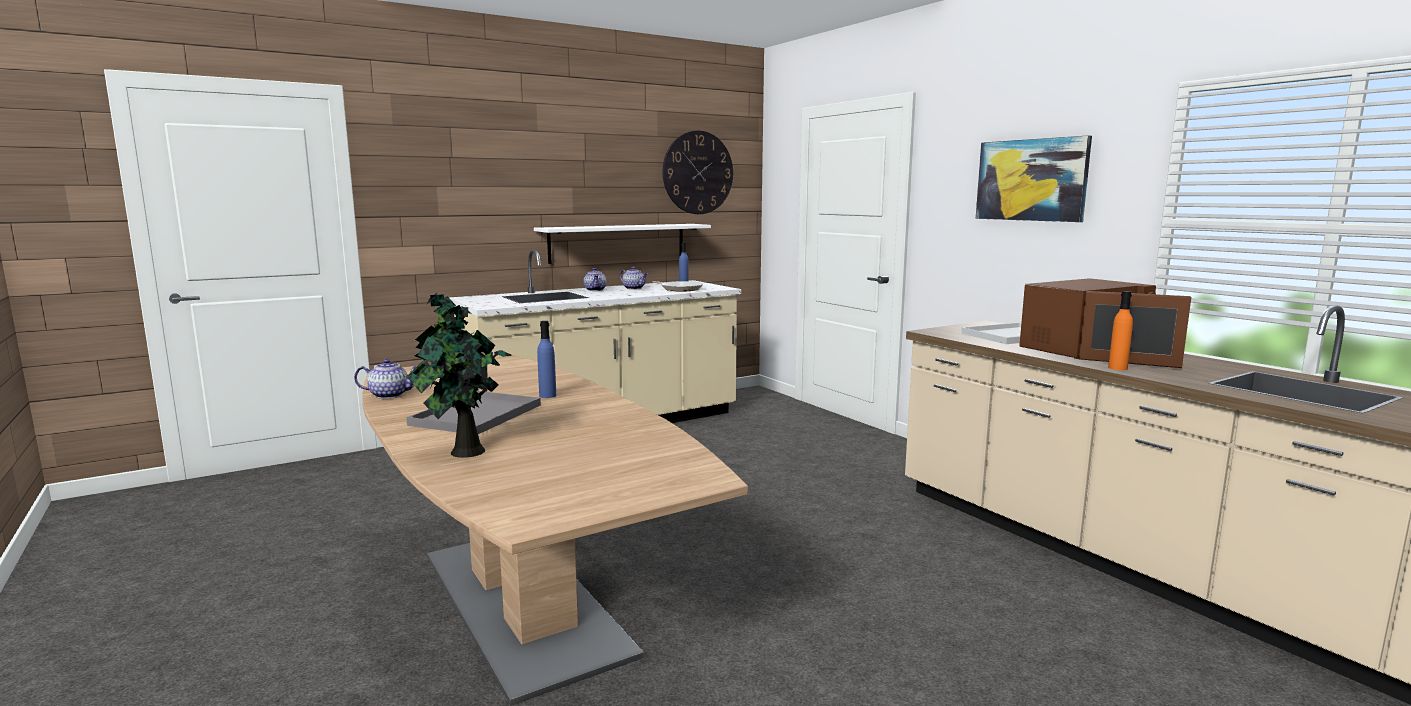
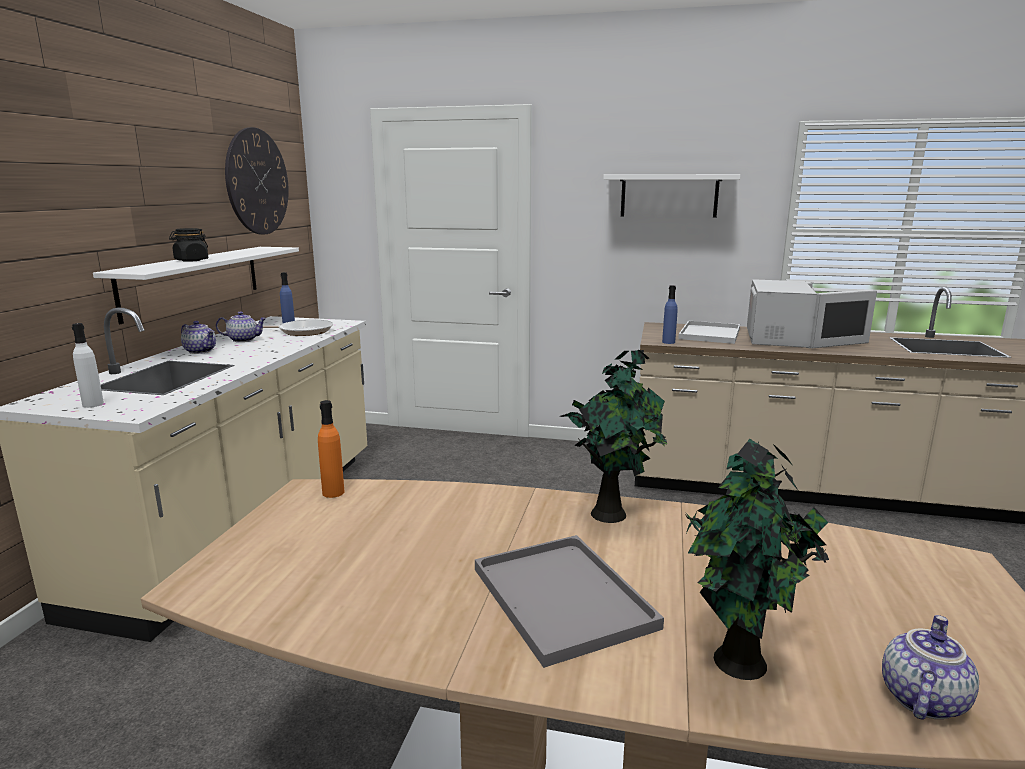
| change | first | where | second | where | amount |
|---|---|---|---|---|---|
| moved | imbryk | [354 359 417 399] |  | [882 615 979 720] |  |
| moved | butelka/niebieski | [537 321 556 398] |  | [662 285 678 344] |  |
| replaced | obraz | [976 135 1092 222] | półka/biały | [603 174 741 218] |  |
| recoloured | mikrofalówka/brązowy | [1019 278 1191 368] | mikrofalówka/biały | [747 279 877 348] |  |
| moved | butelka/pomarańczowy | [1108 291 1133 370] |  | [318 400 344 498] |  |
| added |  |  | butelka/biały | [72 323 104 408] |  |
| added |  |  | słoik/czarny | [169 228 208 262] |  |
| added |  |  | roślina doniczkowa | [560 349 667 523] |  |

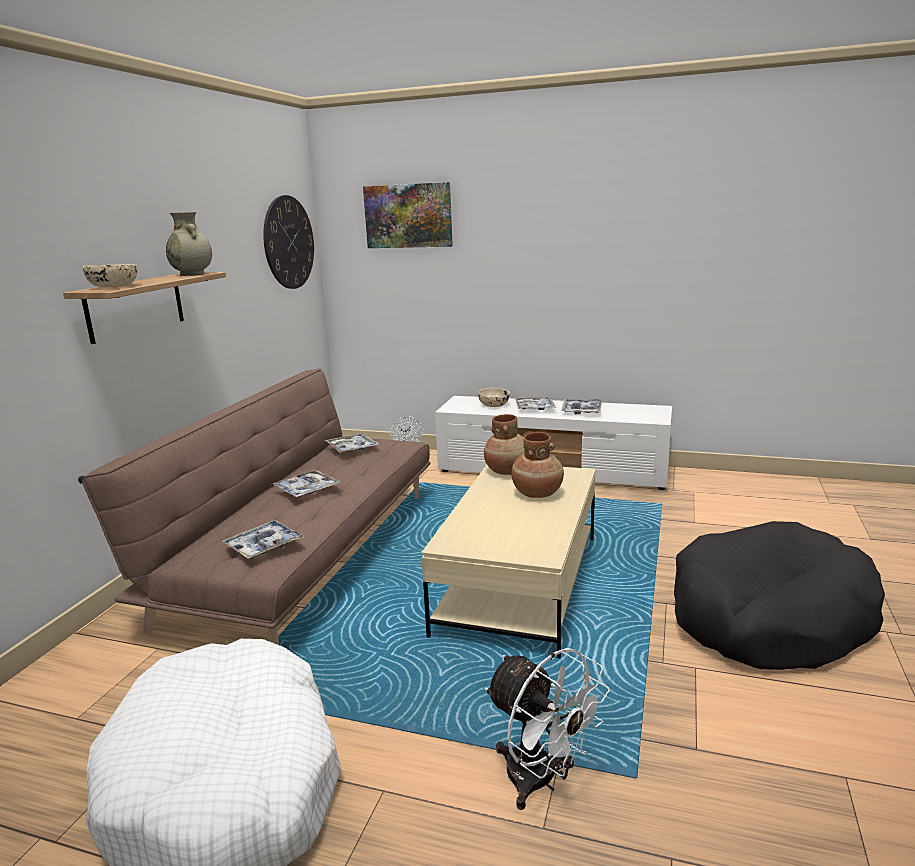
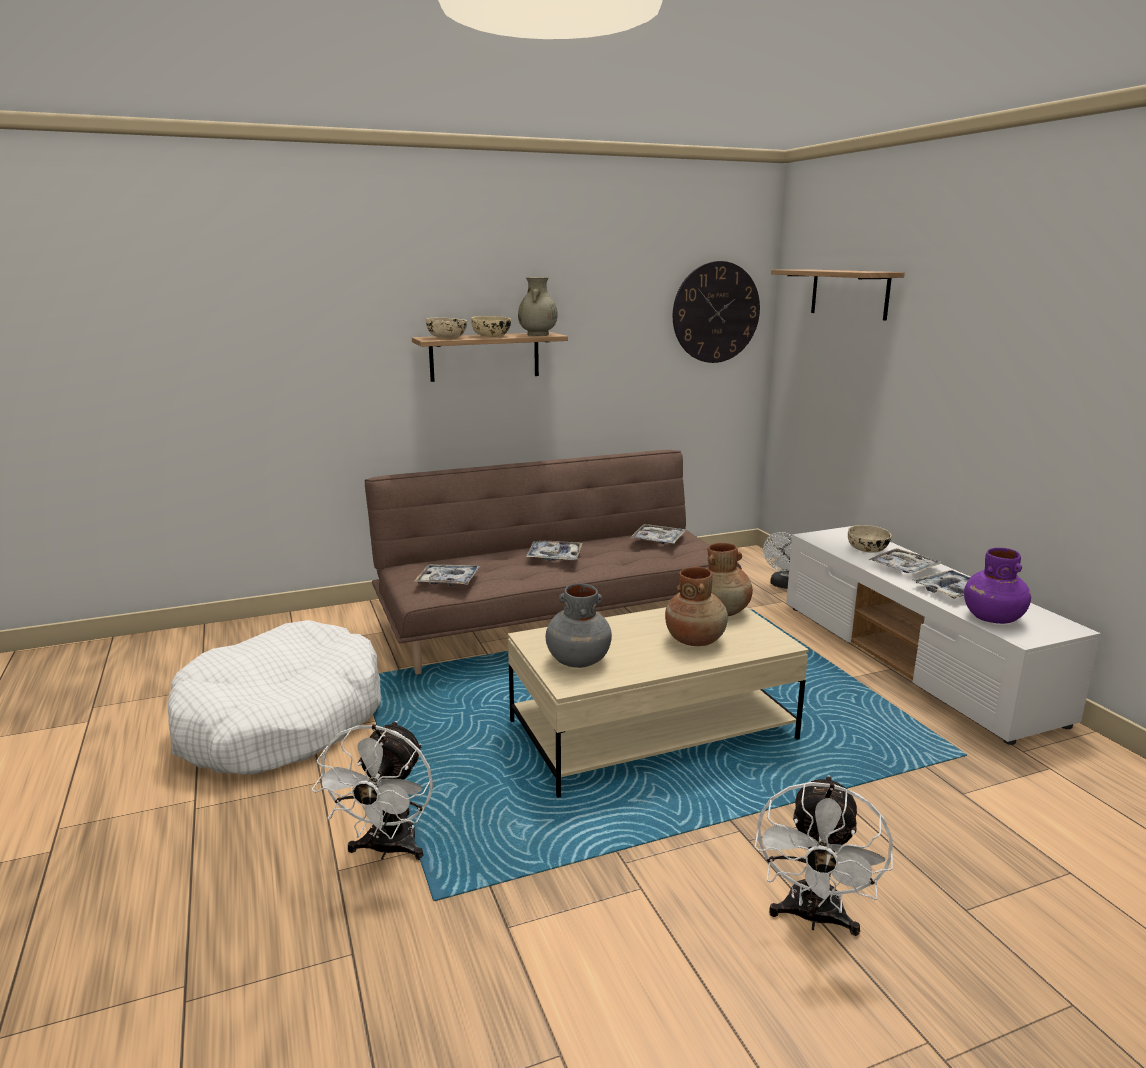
| change | first | where | second | where | amount |
|---|---|---|---|---|---|
| replaced | obraz | [363 182 453 248] | półka | [771 269 905 321] |  |
| replaced | legowisko/czarny | [674 521 885 670] | wentylator/biały | [755 775 893 936] |  |
| added |  |  | miska/beżowy | [471 316 511 337] |  |
| added |  |  | wazon/szary | [546 583 612 668] |  |
| added |  |  | wazon/fioletowy | [964 548 1031 624] |  |

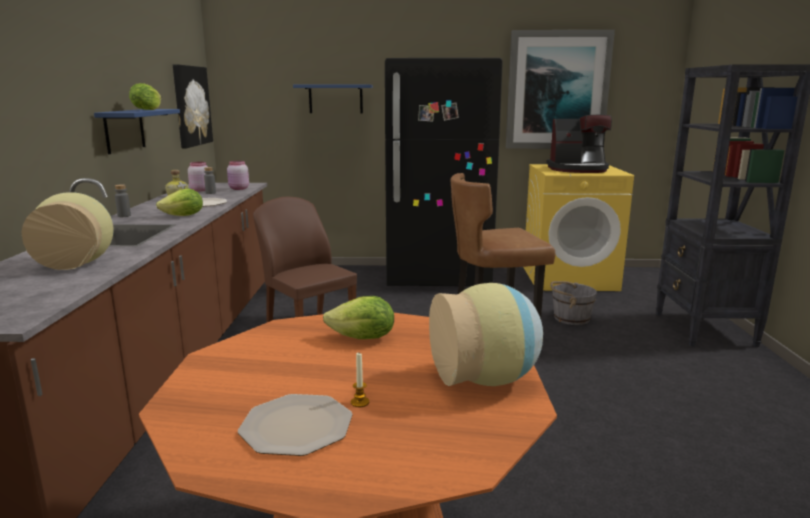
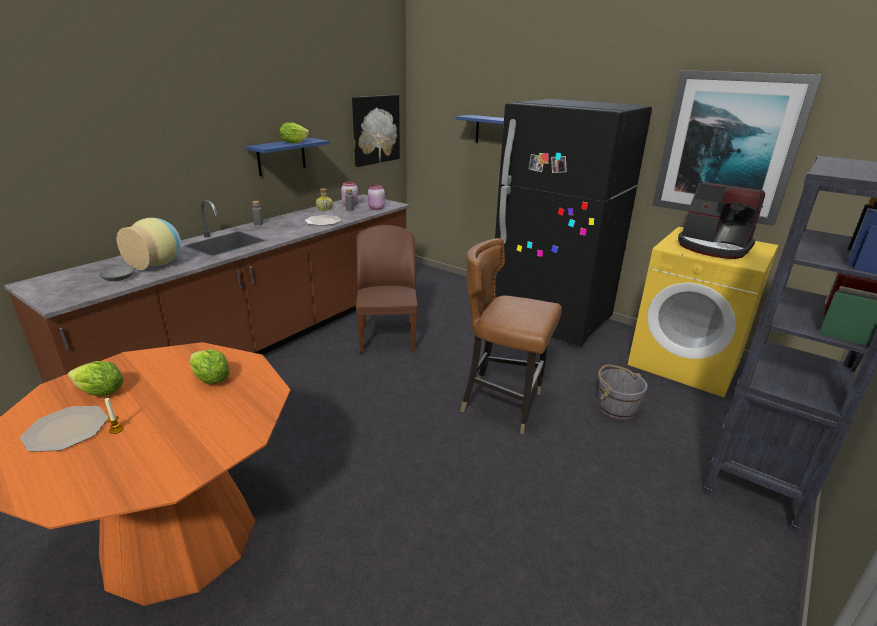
| change | first | where | second | where | amount |
|---|---|---|---|---|---|
| moved | sałata | [156 189 203 216] |  | [68 361 124 396] |  |
| removed | wazon | [429 283 543 386] |  |  |  |
| added |  |  | miska/szary | [99 266 134 281] |  |

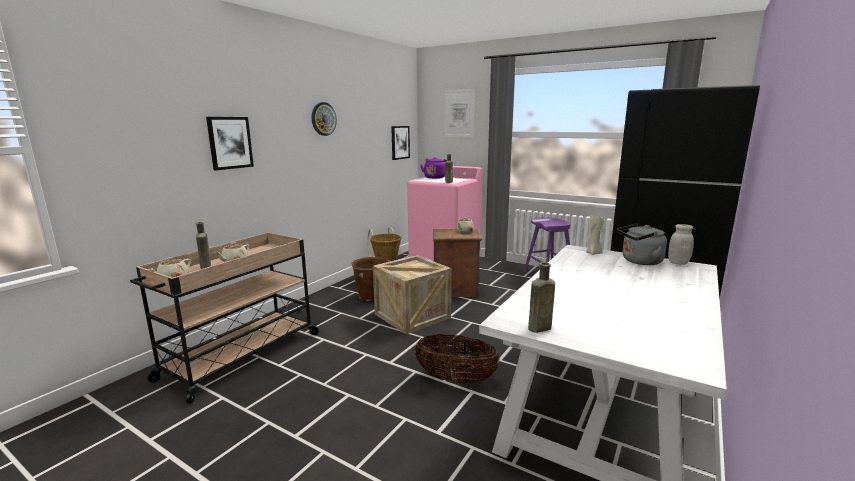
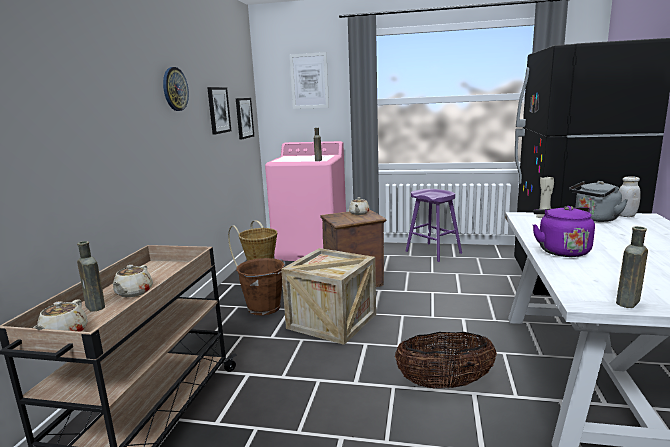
| change | first | where | second | where | amount |
|---|---|---|---|---|---|
| moved | obraz | [206 117 254 171] |  | [207 87 231 135] |  |
| moved | czajnik/fioletowy | [420 157 447 179] |  | [533 206 595 257] |  |

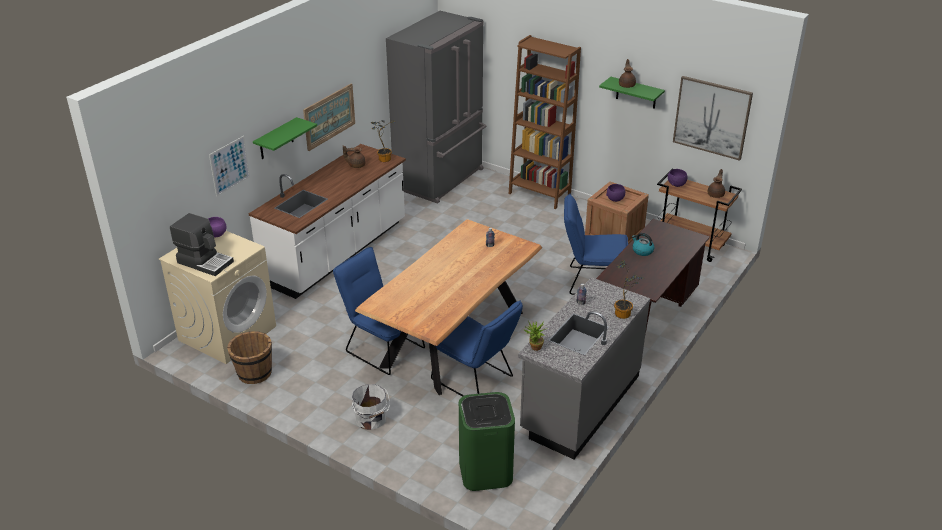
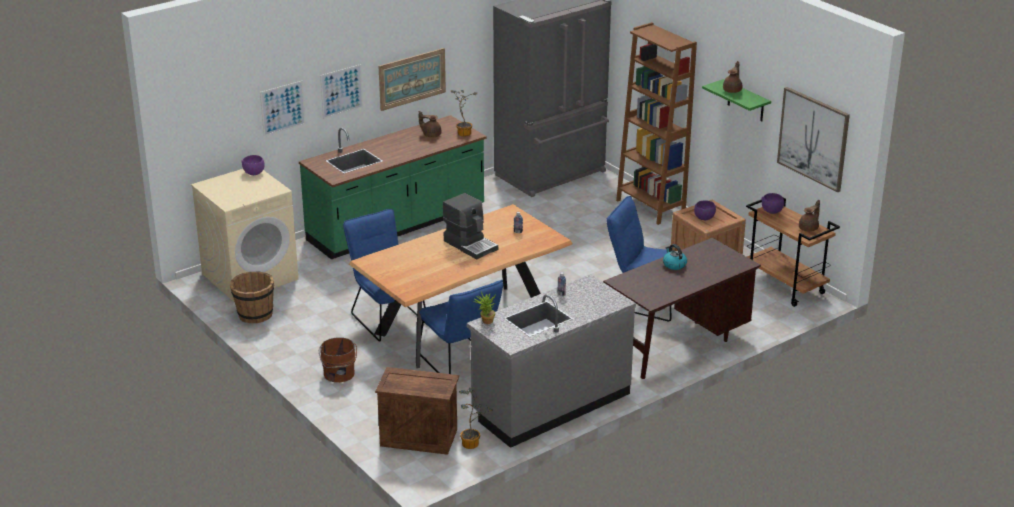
| change | first | where | second | where | amount |
|---|---|---|---|---|---|
| moved | ekspres do kawy | [170 213 234 276] |  | [443 193 498 259] |  |
| recoloured | zabudowa kuchenna/biały | [249 144 406 299] | zabudowa kuchenna/zielony | [299 115 487 259] |  |
| replaced | półka/zielony | [253 117 317 159] | obraz | [320 64 363 119] |  |
| recoloured | wiadro/biały | [352 384 390 430] | wiadro/brązowy | [319 338 357 382] |  |
| replaced | kosz na śmieci/zielony | [459 392 515 491] | skrzynka | [375 367 459 455] |  |
| moved | roślina doniczkowa | [614 260 645 319] |  | [459 387 493 449] |  |

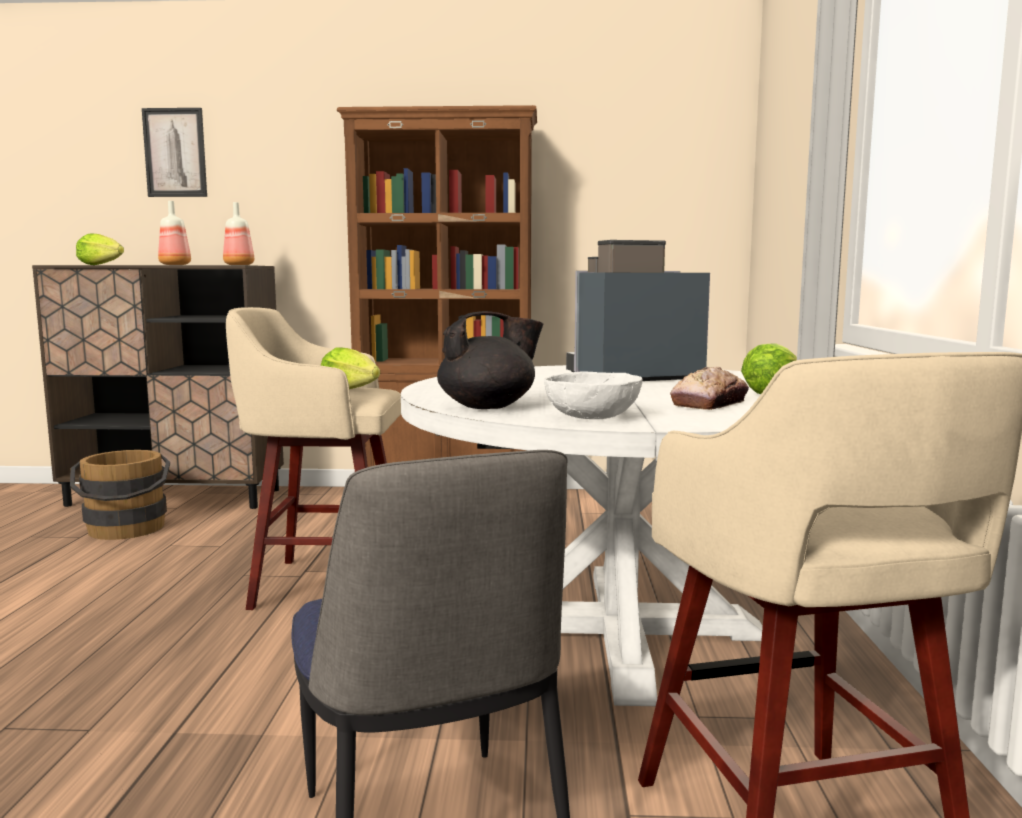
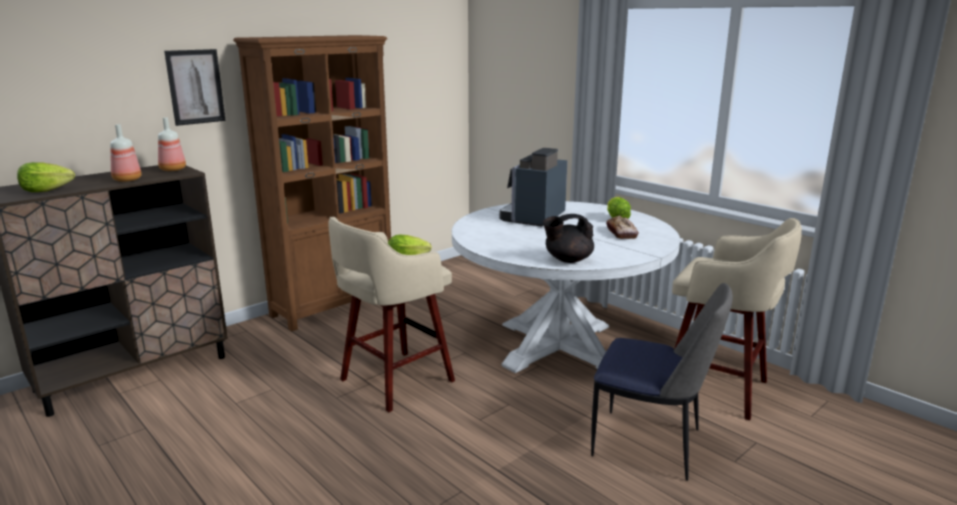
| change | first | where | second | where | amount |
|---|---|---|---|---|---|
| removed | wiadro/brązowy | [70 450 170 540] |  |  |  |
| moved | obraz | [142 108 207 197] |  | [164 49 225 126] |  |
| turned | imbryk/czarny | [437 311 543 409] |  | [543 214 594 263] | 135 degrees counterclockwise |
| removed | miska/biały | [544 371 642 419] |  |  |  |

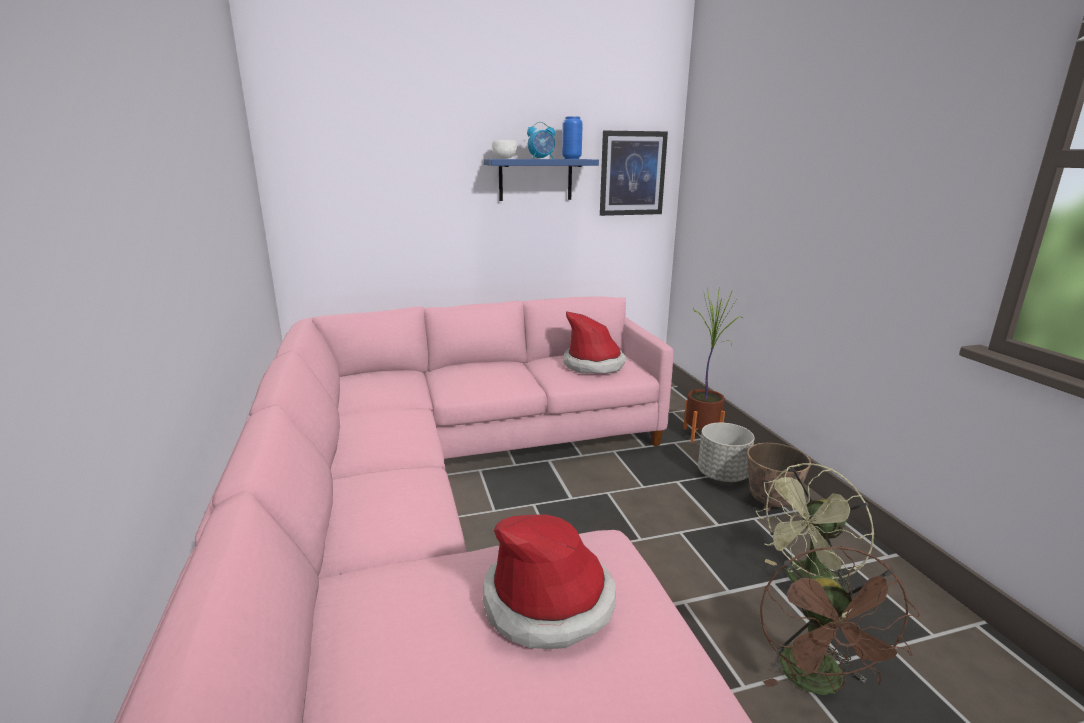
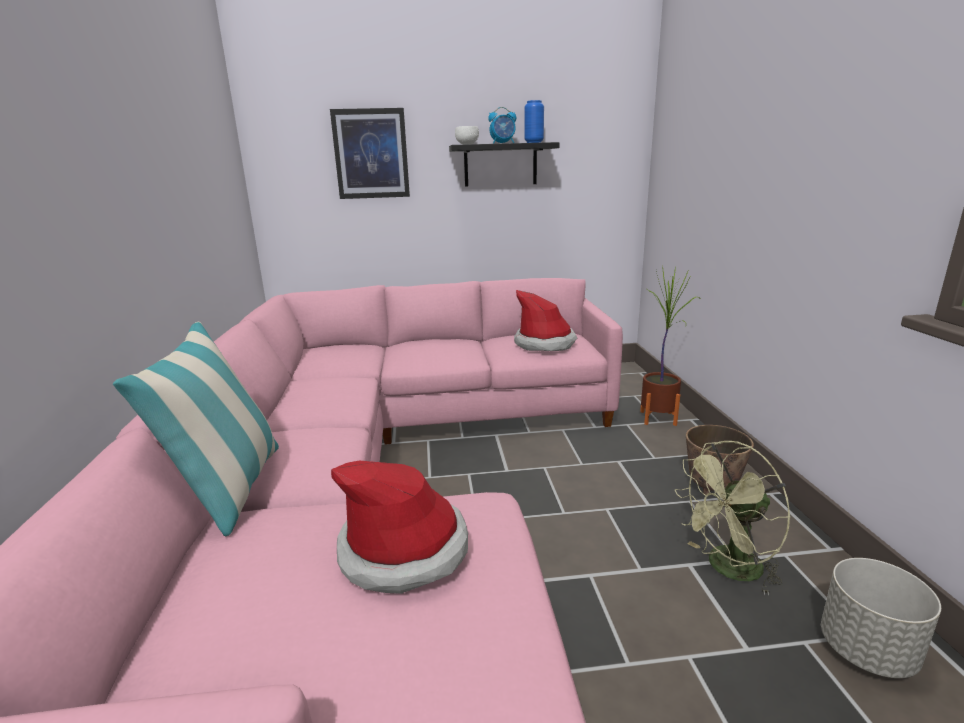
| change | first | where | second | where | amount |
|---|---|---|---|---|---|
| recoloured | półka/niebieski | [484 159 599 201] | półka/czarny | [449 142 560 187] |  |
| moved | obraz | [600 131 668 216] |  | [330 108 410 199] |  |
| moved | donica/szary | [698 423 755 482] |  | [821 558 941 678] |  |
| removed | wentylator/brązowy | [760 546 920 695] |  |  |  |
| added |  |  | poduszka | [113 322 279 536] |  |

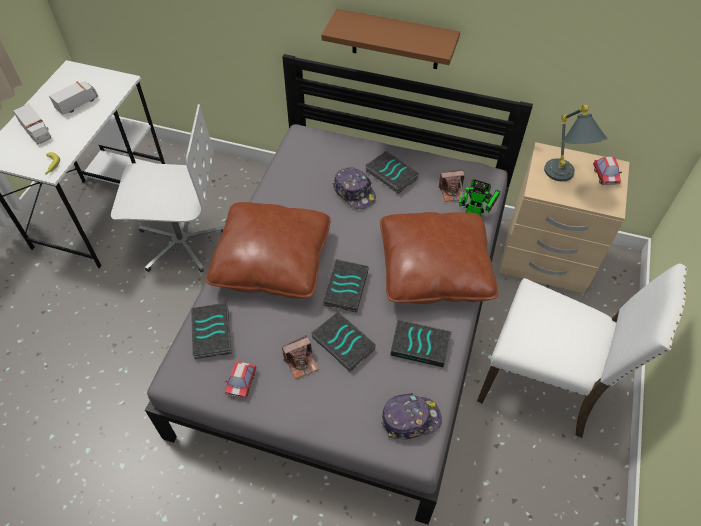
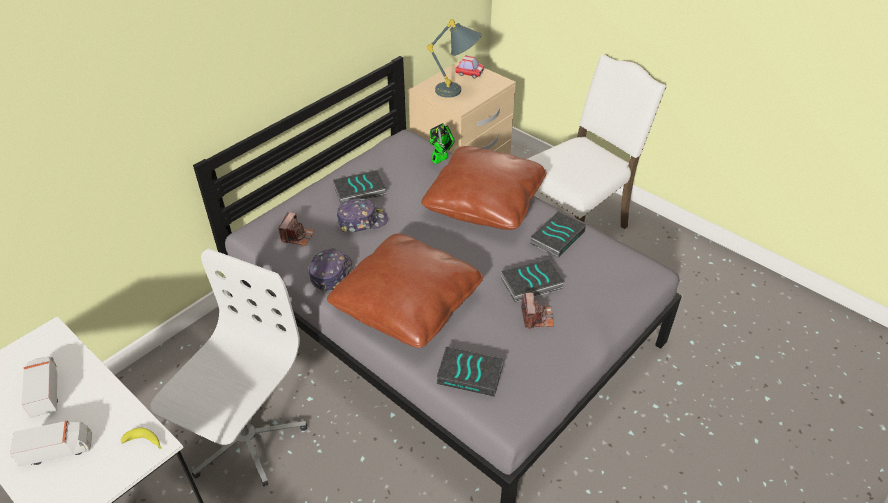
| change | first | where | second | where | amount |
|---|---|---|---|---|---|
| removed | samochodzik | [225 361 257 399] |  |  |  |
| removed | półka/brązowy | [322 9 460 69] |  |  |  |
| removed | książka | [323 259 369 313] |  |  |  |
| moved | czapka z daszkiem | [381 393 442 440] |  | [308 248 352 291] |  |
| moved | aparat fotograficzny | [438 169 465 202] |  | [278 212 314 246] |  |

